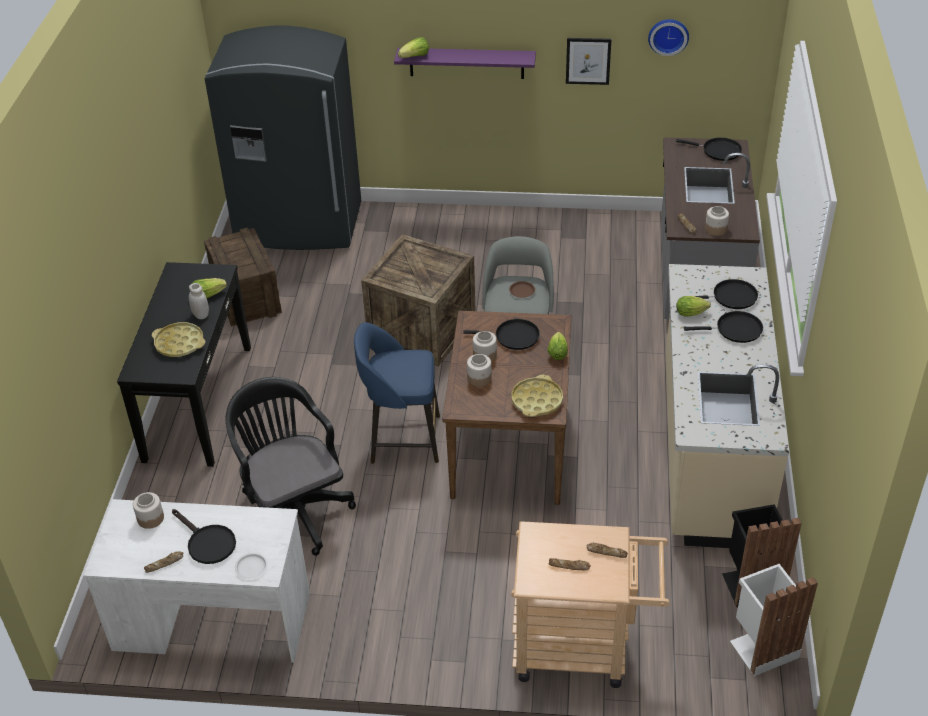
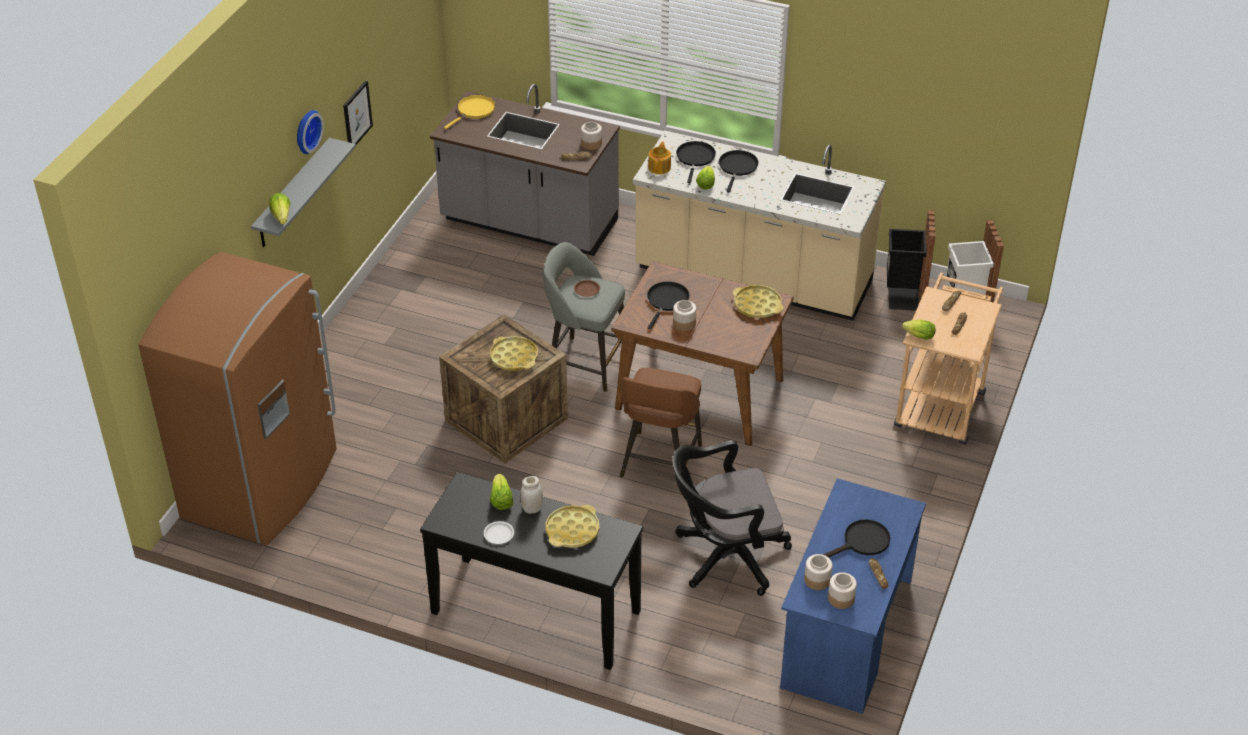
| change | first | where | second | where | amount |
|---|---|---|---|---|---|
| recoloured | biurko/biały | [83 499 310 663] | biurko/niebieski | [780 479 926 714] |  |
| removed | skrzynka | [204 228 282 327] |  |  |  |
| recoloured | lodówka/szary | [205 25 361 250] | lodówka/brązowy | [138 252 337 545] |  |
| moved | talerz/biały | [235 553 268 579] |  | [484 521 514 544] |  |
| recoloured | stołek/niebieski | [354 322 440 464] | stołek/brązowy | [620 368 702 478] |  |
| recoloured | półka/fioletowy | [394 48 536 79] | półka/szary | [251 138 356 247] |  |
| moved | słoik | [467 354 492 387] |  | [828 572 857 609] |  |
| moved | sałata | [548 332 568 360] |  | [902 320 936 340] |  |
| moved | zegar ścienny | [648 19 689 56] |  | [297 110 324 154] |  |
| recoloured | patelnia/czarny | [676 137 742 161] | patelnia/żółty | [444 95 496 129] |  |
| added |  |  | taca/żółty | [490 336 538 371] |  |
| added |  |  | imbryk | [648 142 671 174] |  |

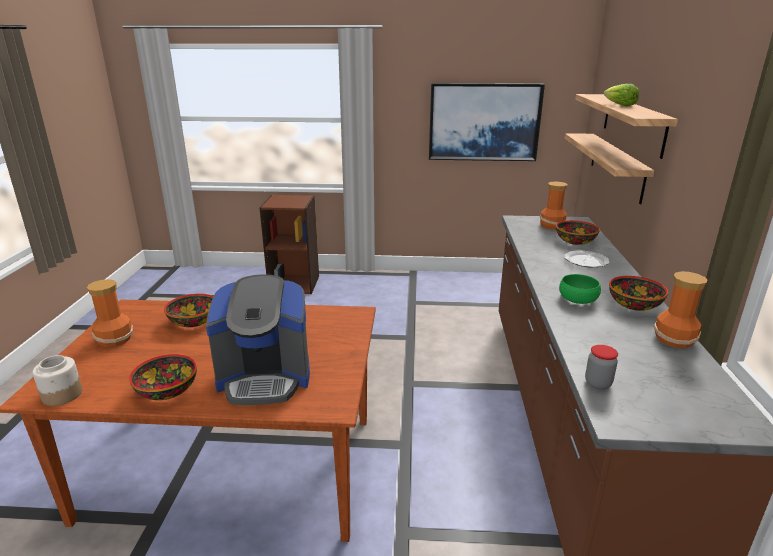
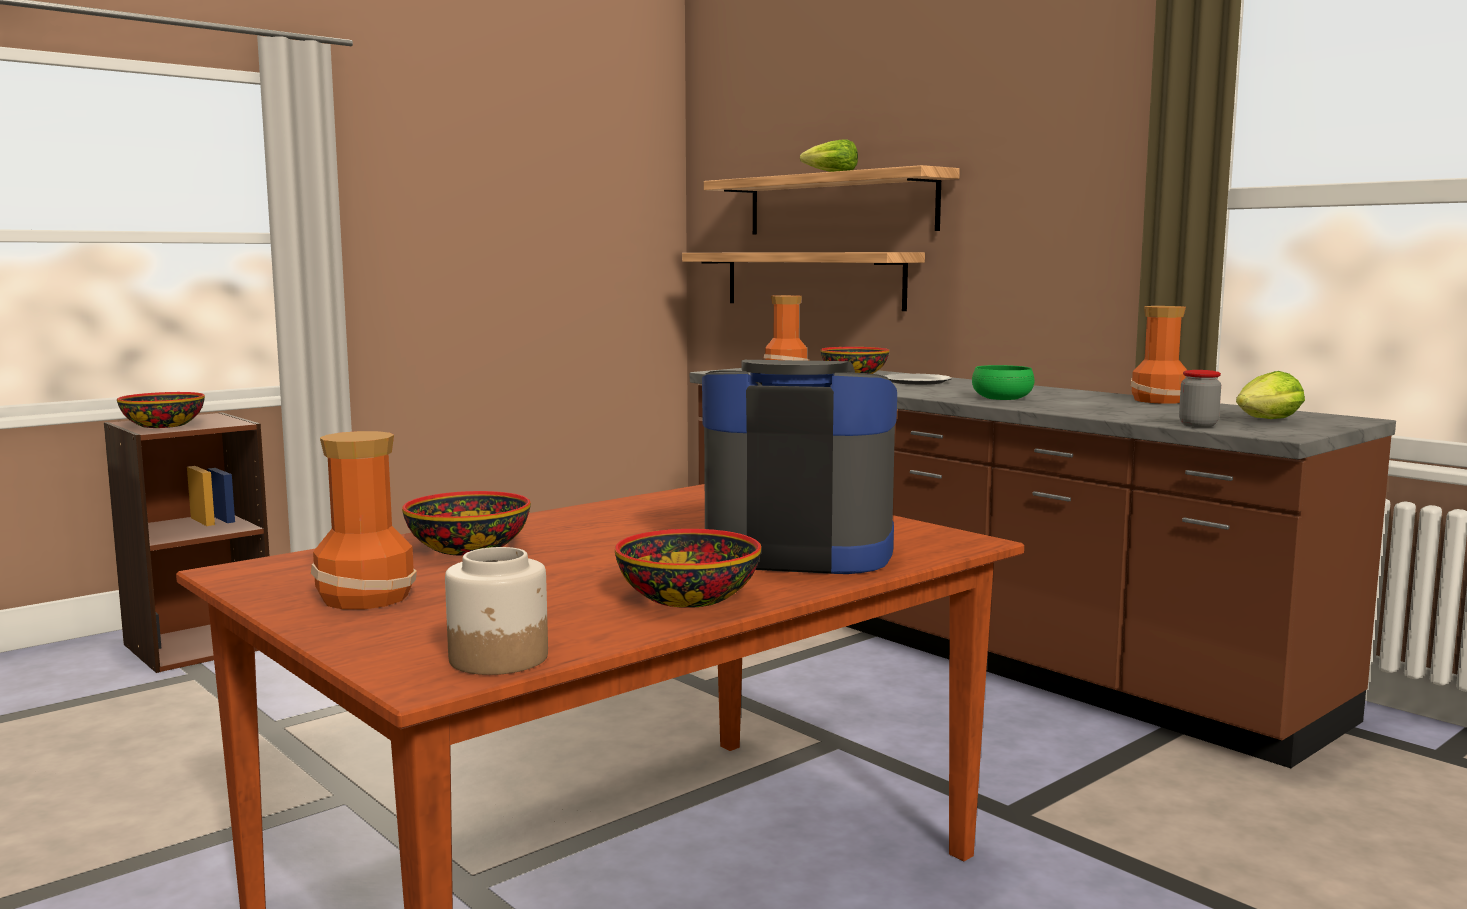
| change | first | where | second | where | amount |
|---|---|---|---|---|---|
| turned | ekspres do kawy | [206 274 310 405] |  | [702 360 897 574] | 120 degrees counterclockwise |
| removed | obraz | [429 83 545 161] |  |  |  |
| moved | miska | [609 276 668 311] |  | [117 392 205 428] |  |
| added |  |  | sałata | [1236 371 1305 419] |  |

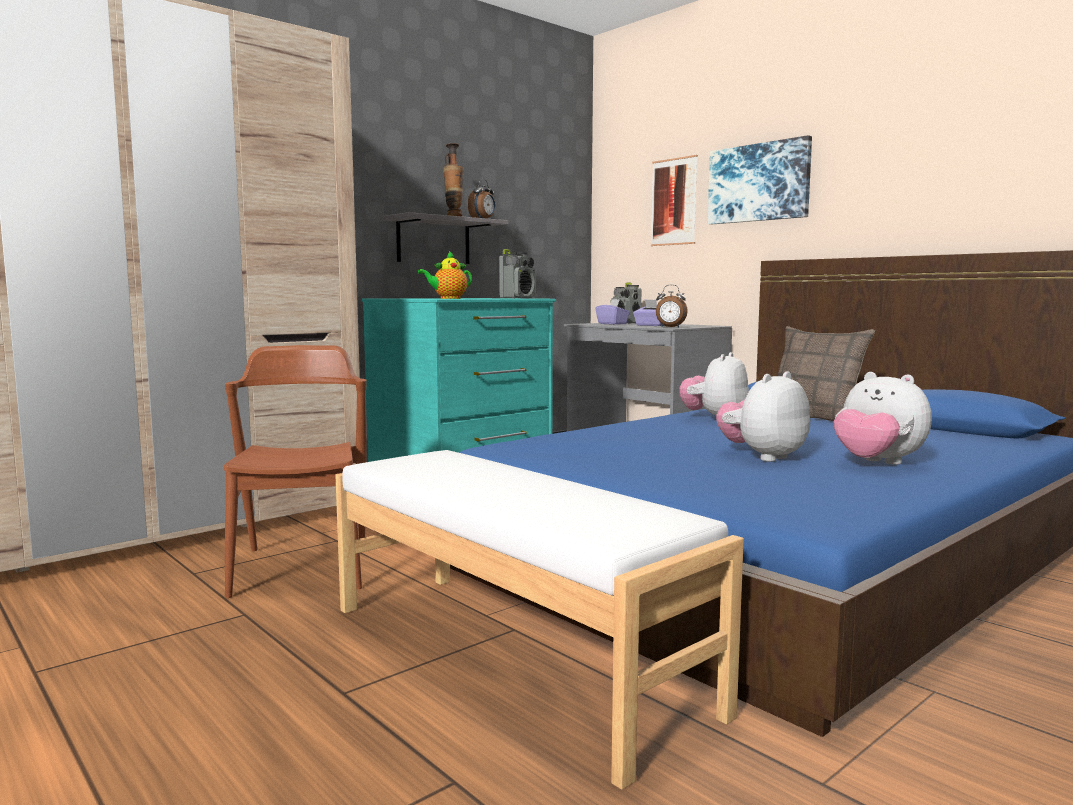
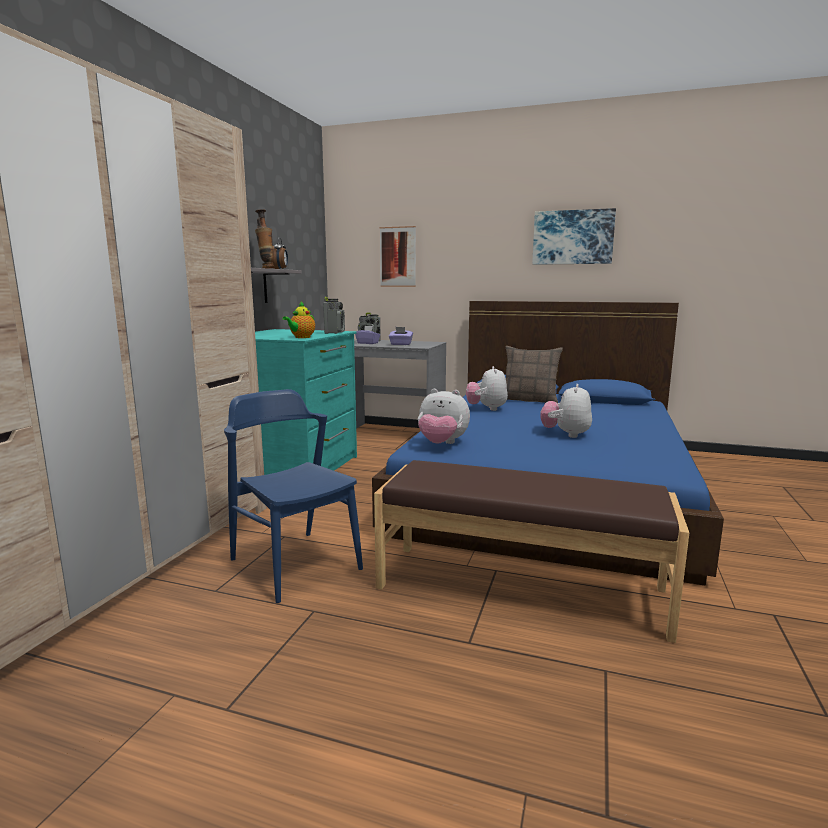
| change | first | where | second | where | amount |
|---|---|---|---|---|---|
| recoloured | krzesło/brązowy | [224 345 367 598] | krzesło/niebieski | [224 389 363 603] |  |
| recoloured | ławka/biały | [335 450 744 790] | ławka/brązowy | [374 460 689 643] |  |
| removed | budzik | [656 285 688 328] |  |  |  |
| moved | obraz | [708 135 812 224] |  | [532 208 616 265] |  |
| moved | pluszak | [834 372 932 465] |  | [418 389 470 444] |  |

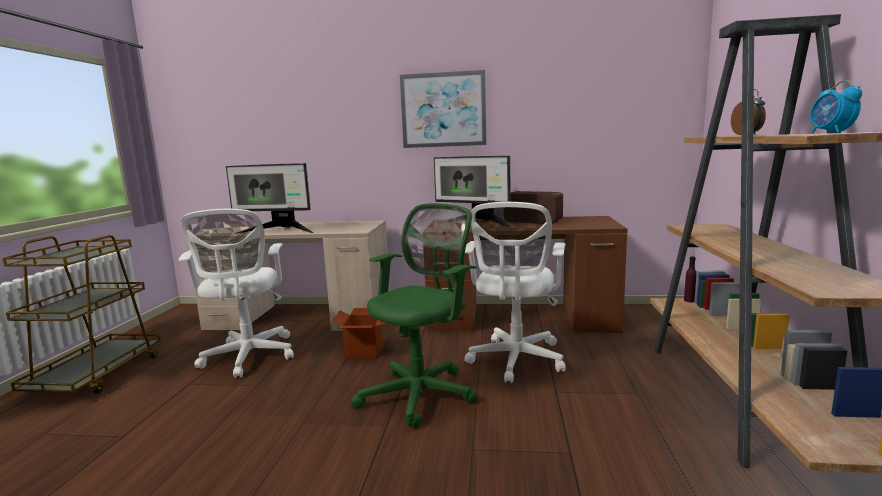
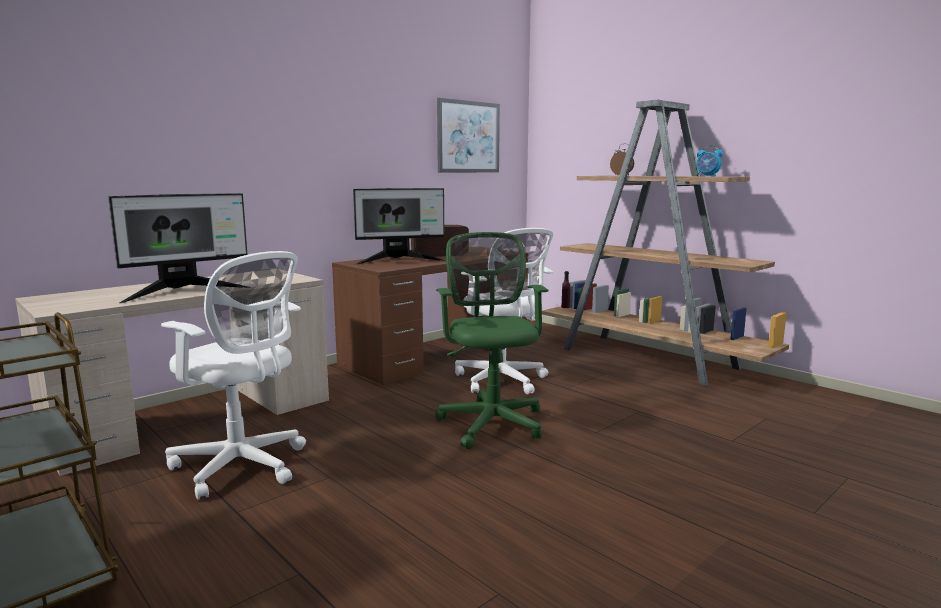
| change | first | where | second | where | amount |
|---|---|---|---|---|---|
| removed | karton | [331 308 387 358] |  |  |  |
| moved | obraz | [400 70 486 148] |  | [437 98 500 173] |  |

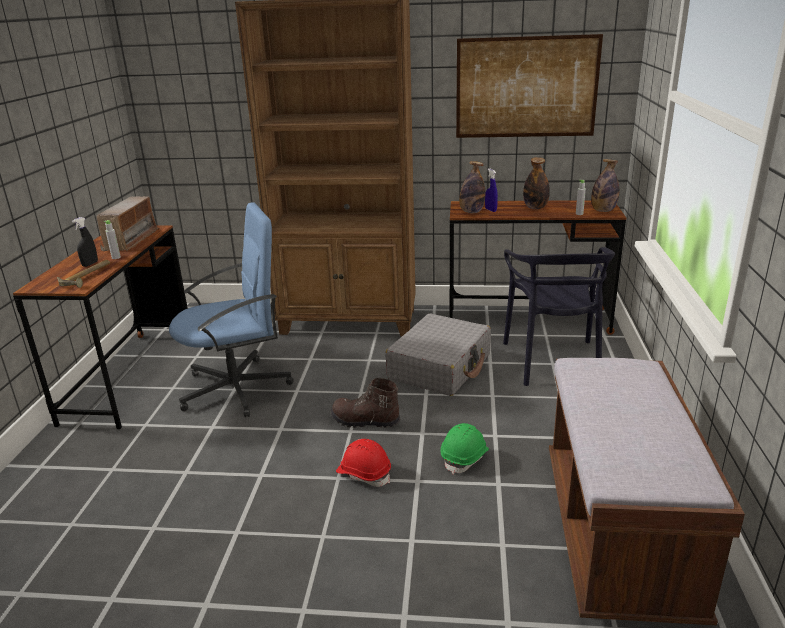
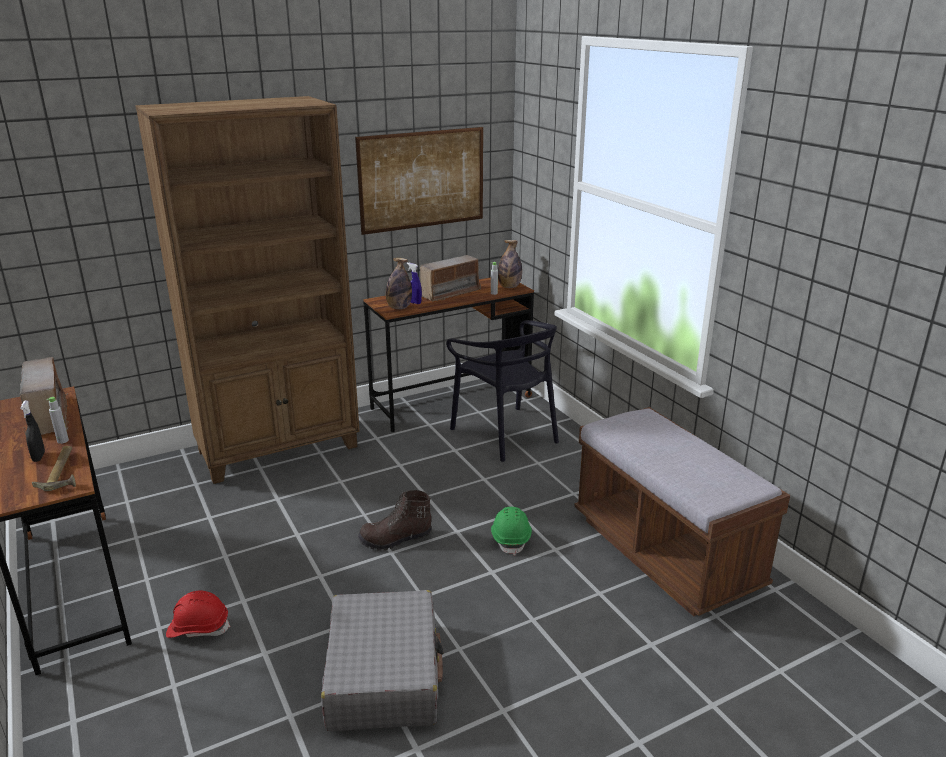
| change | first | where | second | where | amount |
|---|---|---|---|---|---|
| removed | krzesło biurowe/niebieski | [169 202 294 417] |  |  |  |
| moved | kask/czerwony | [336 439 391 487] |  | [166 590 230 638] |  |
| moved | walizka/szary | [385 314 491 396] |  | [321 590 444 731] |  |
| replaced | butelka | [523 157 550 209] | radio | [420 255 481 302] |  |

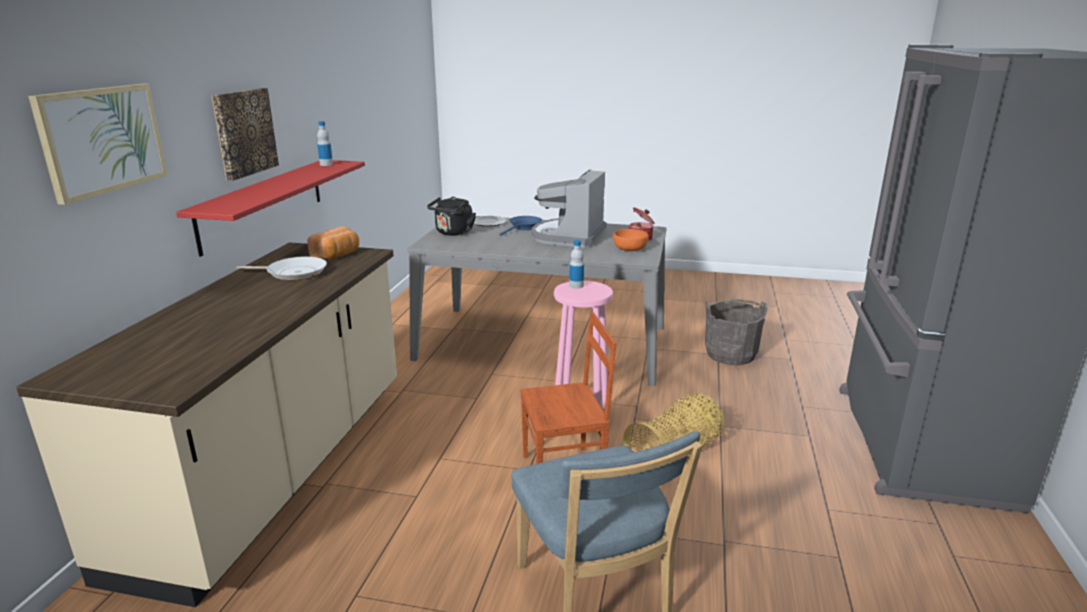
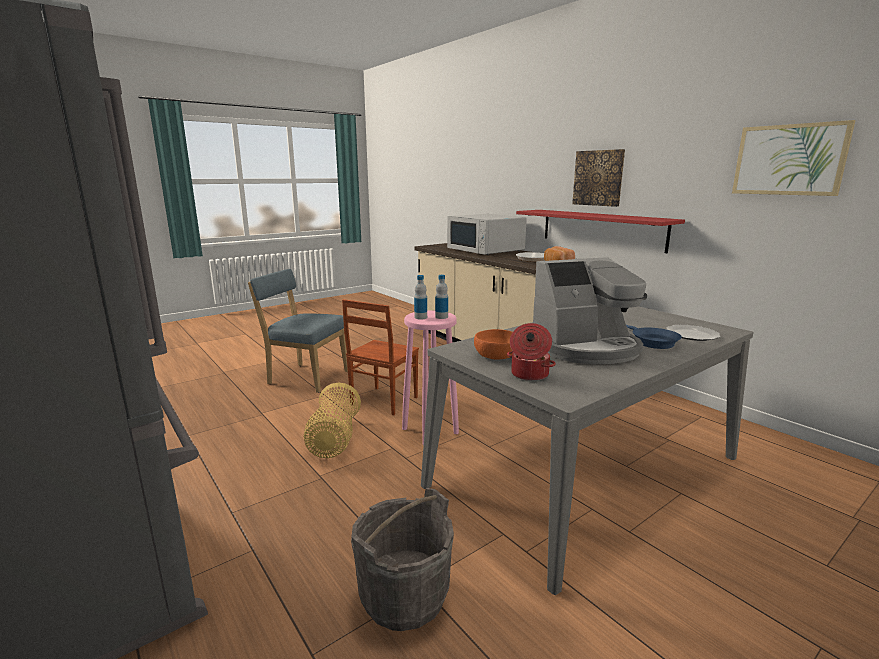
| change | first | where | second | where | amount |
|---|---|---|---|---|---|
| moved | obraz | [28 84 168 205] |  | [732 120 856 196] |  |
| moved | butelka | [317 121 333 166] |  | [414 275 427 319] |  |
| removed | czajnik/czarny | [427 197 476 236] |  |  |  |
| turned | ekspres do kawy | [532 170 607 248] |  | [533 257 647 364] | 105 degrees clockwise |
| added |  |  | mikrofalówka/biały | [447 214 527 255] |  |

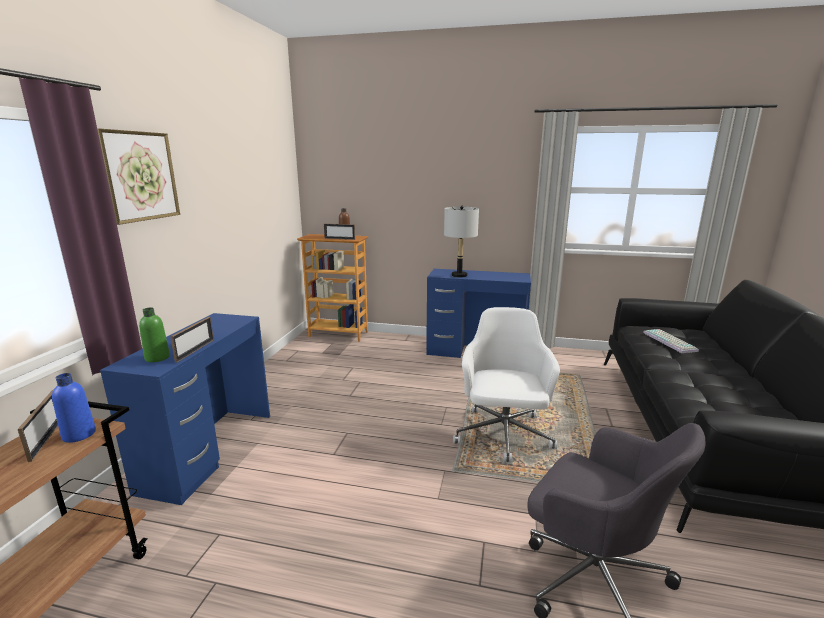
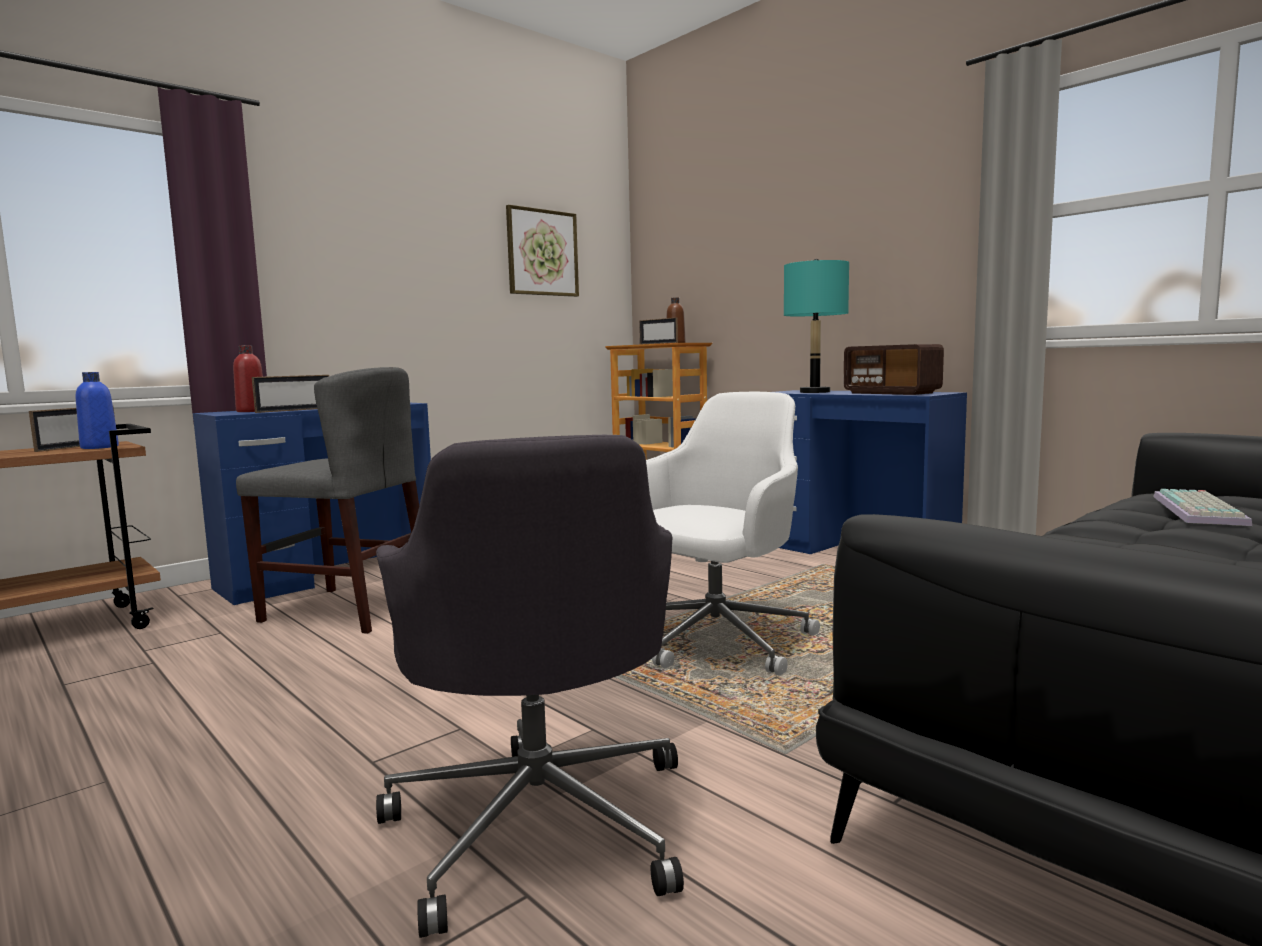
| change | first | where | second | where | amount |
|---|---|---|---|---|---|
| moved | obraz | [97 128 180 225] |  | [506 205 579 297] |  |
| recoloured | butelka/zielony | [139 308 170 362] | butelka/czerwony | [233 345 263 412] |  |
| recoloured | lampa stołowa/szary | [444 206 479 277] | lampa stołowa/turkusowy | [784 259 849 393] |  |
| added |  |  | krzesło/szary | [236 367 419 634] |  |
| added |  |  | radio | [844 344 944 395] |  |

